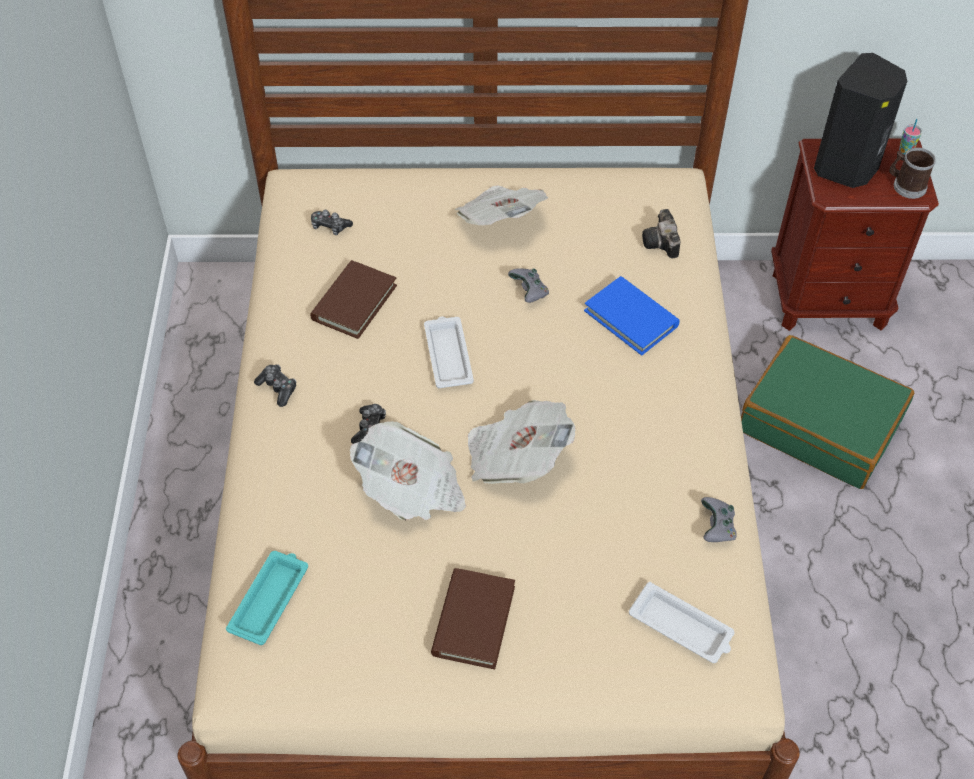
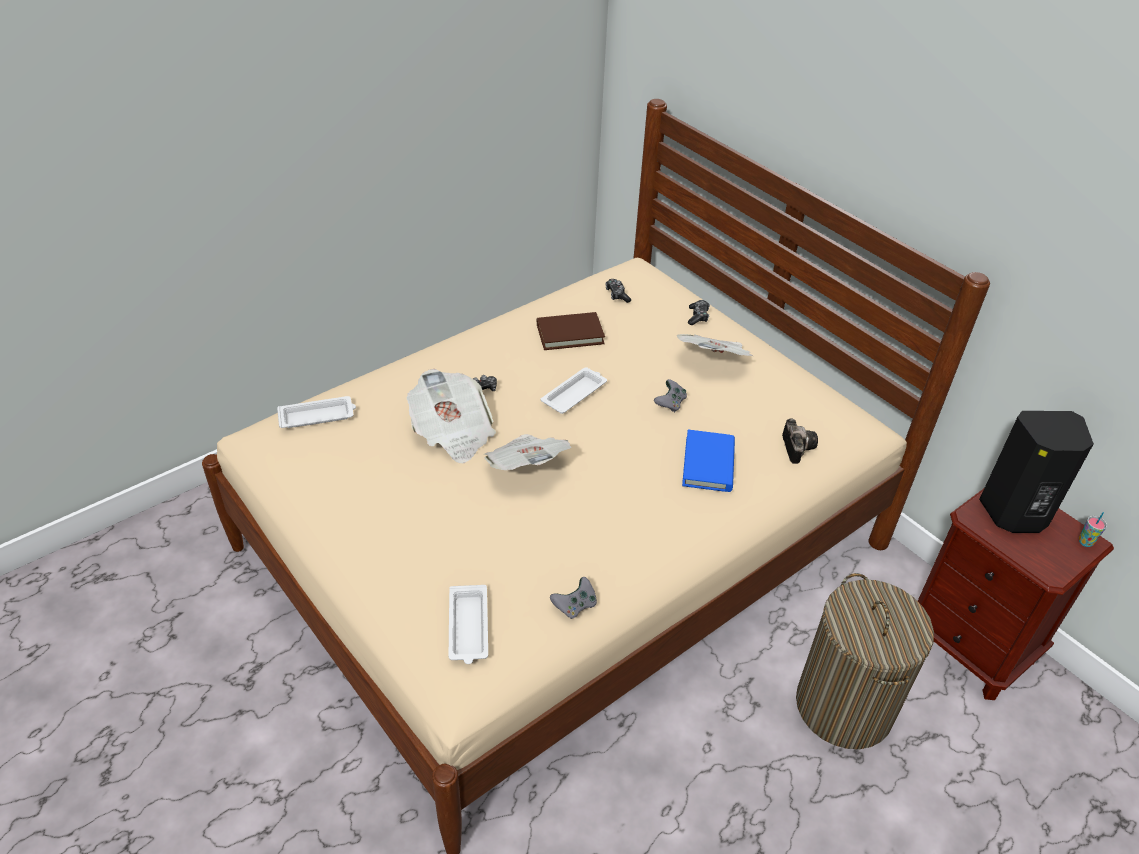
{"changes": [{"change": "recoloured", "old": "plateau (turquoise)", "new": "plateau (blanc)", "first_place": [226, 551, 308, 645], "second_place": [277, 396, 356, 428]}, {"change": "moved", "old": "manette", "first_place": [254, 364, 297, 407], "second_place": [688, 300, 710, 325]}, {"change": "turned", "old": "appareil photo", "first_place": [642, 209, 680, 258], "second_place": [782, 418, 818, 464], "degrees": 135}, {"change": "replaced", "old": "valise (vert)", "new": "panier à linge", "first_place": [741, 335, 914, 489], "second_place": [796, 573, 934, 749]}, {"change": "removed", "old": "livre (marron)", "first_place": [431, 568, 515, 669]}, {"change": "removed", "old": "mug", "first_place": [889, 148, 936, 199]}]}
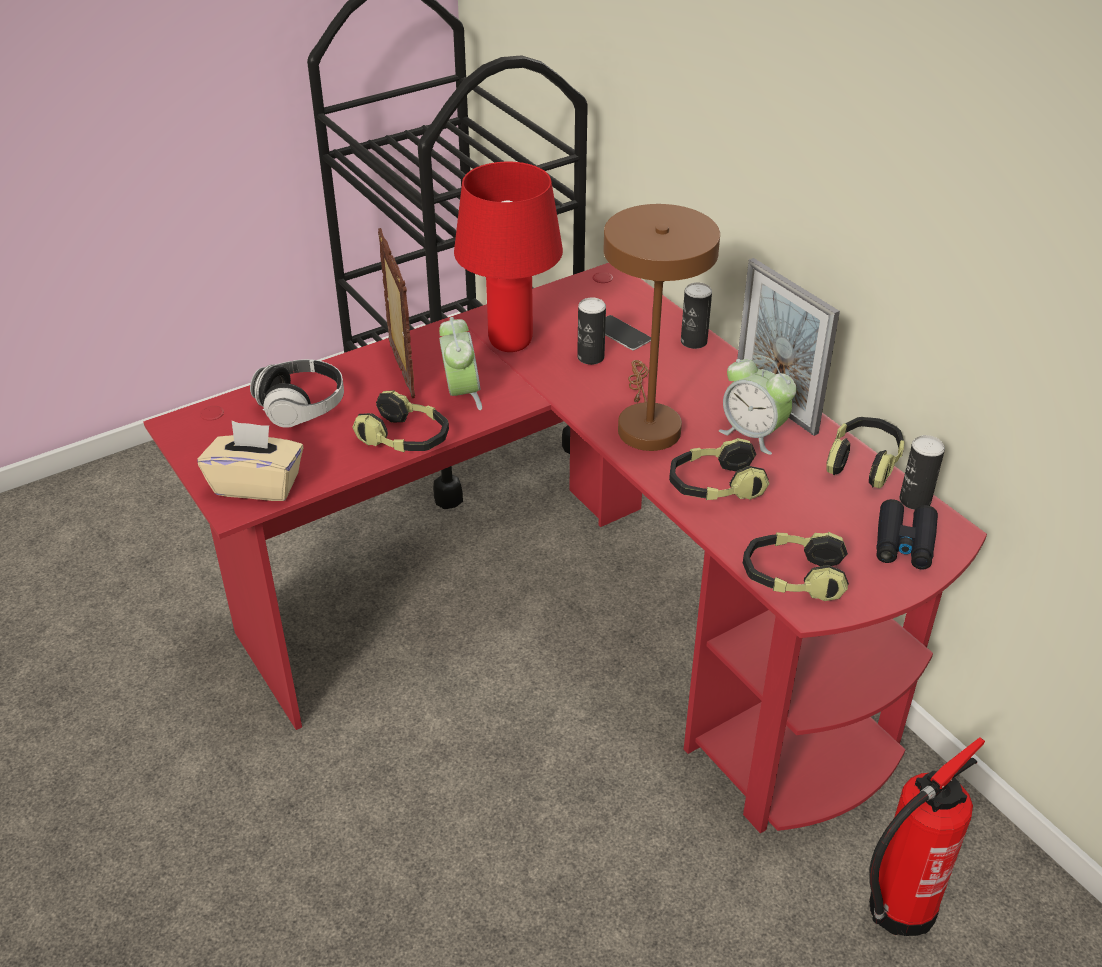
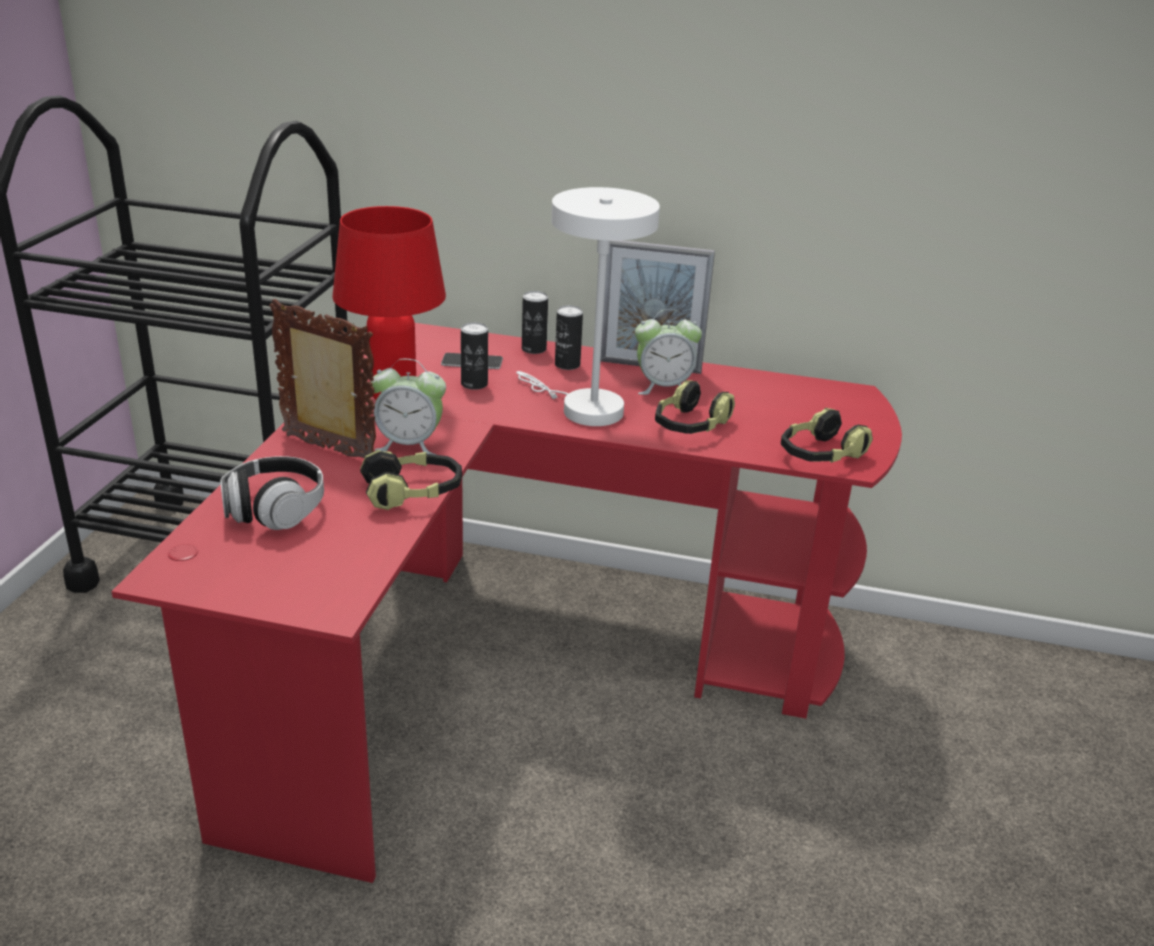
{"changes": [{"change": "turned", "old": "réveil", "first_place": [439, 317, 482, 410], "second_place": [370, 359, 446, 455], "degrees": 150}, {"change": "recoloured", "old": "lampe de table (marron)", "new": "lampe de table (blanc)", "first_place": [603, 204, 720, 451], "second_place": [516, 187, 660, 426]}, {"change": "moved", "old": "boîte métallique", "first_place": [899, 435, 945, 510], "second_place": [555, 305, 583, 370]}, {"change": "removed", "old": "boîte à mouchoirs (beige)", "first_place": [197, 421, 304, 501]}, {"change": "removed", "old": "casque audio", "first_place": [826, 417, 904, 488]}, {"change": "removed", "old": "extincteur", "first_place": [869, 737, 985, 936]}, {"change": "removed", "old": "jumelles (noir)", "first_place": [877, 499, 938, 570]}]}
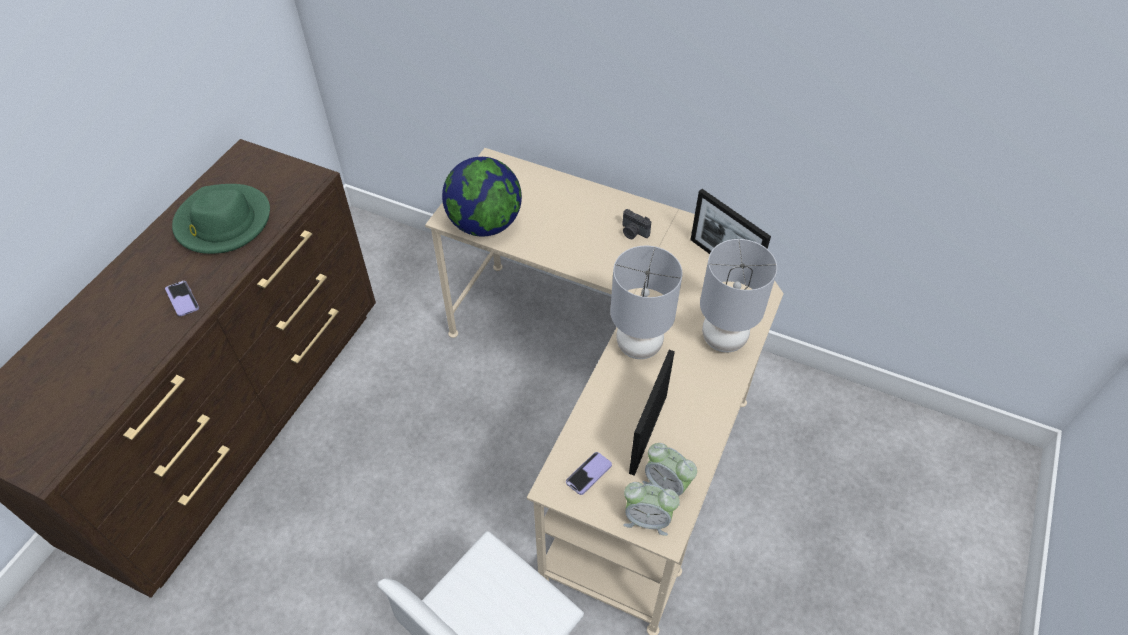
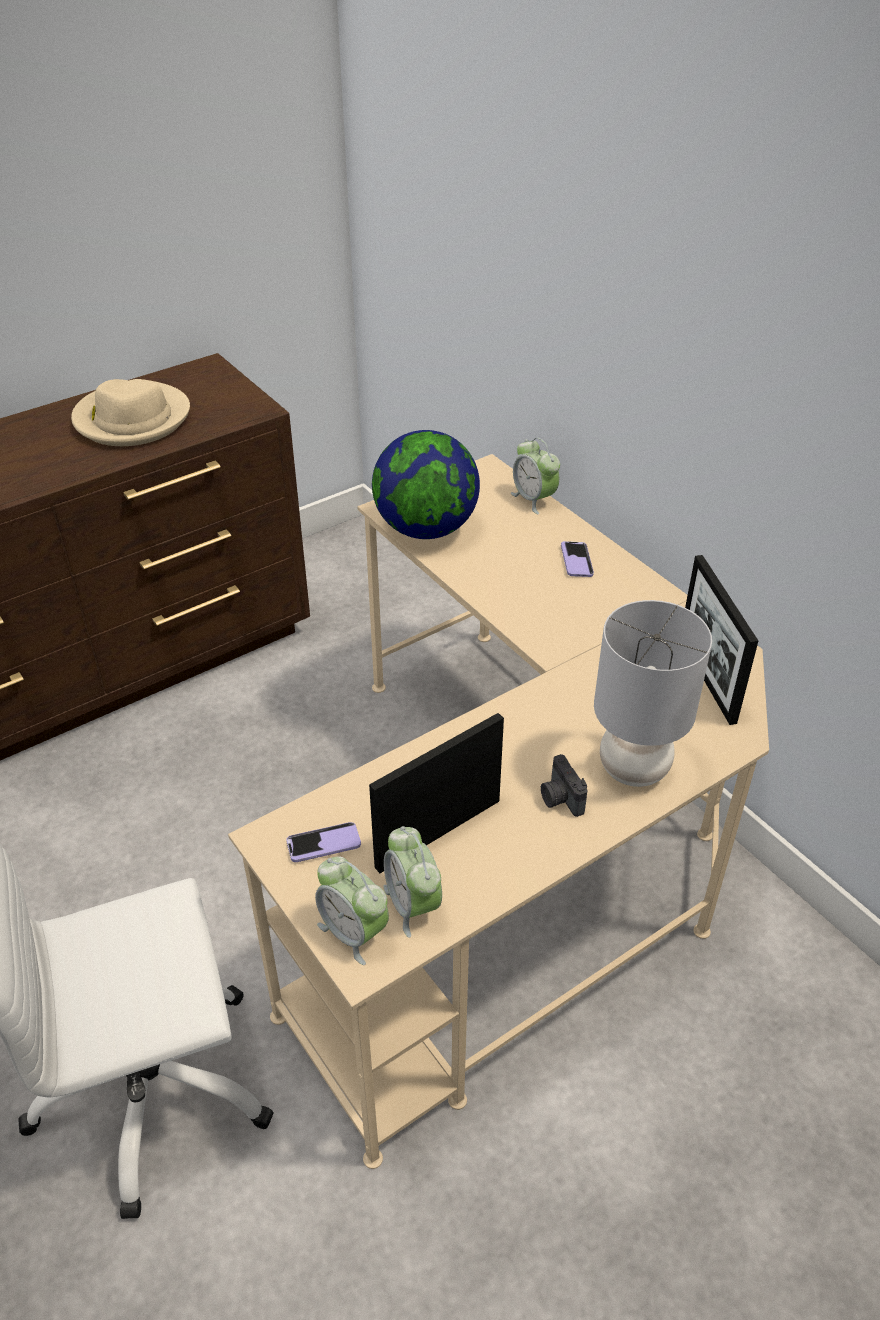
{"changes": [{"change": "recoloured", "old": "chapeau (vert)", "new": "chapeau (beige)", "first_place": [172, 184, 270, 254], "second_place": [71, 379, 190, 446]}, {"change": "added", "new": "réveil", "second_place": [511, 438, 560, 514]}, {"change": "moved", "old": "appareil photo", "first_place": [622, 209, 651, 239], "second_place": [541, 754, 588, 817]}, {"change": "moved", "old": "téléphone", "first_place": [165, 281, 199, 316], "second_place": [561, 541, 594, 577]}, {"change": "removed", "old": "lampe de table (gris)", "first_place": [611, 246, 682, 359]}]}
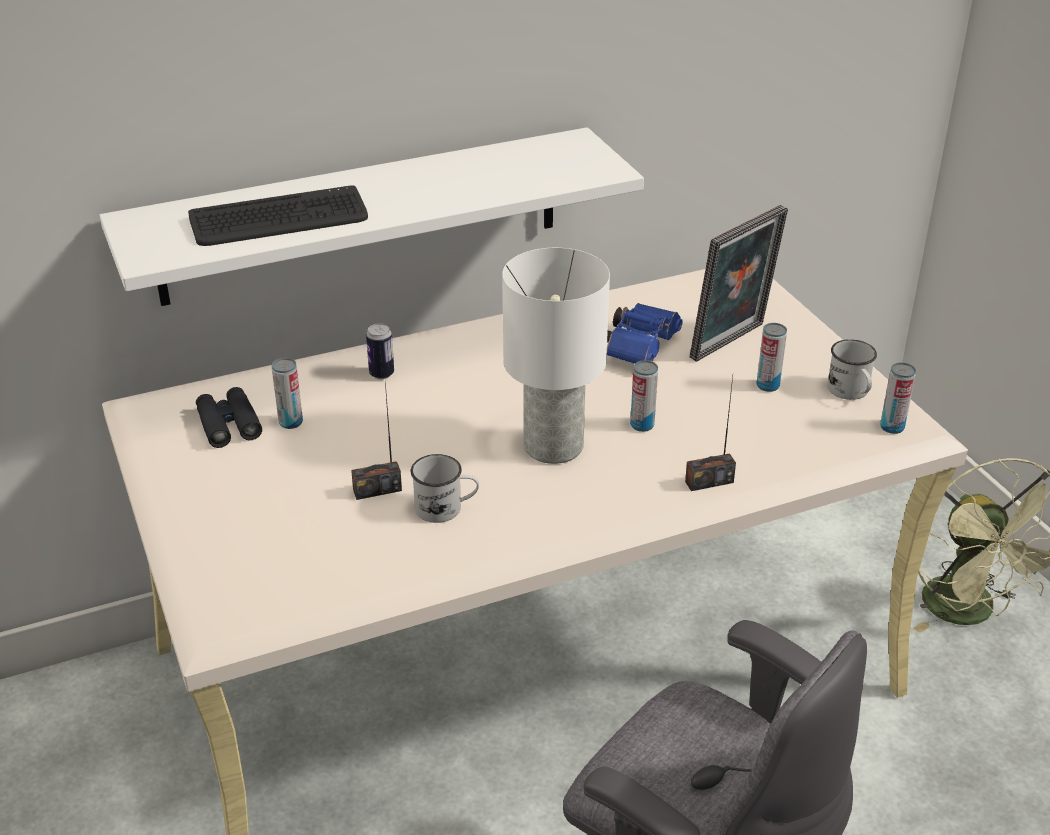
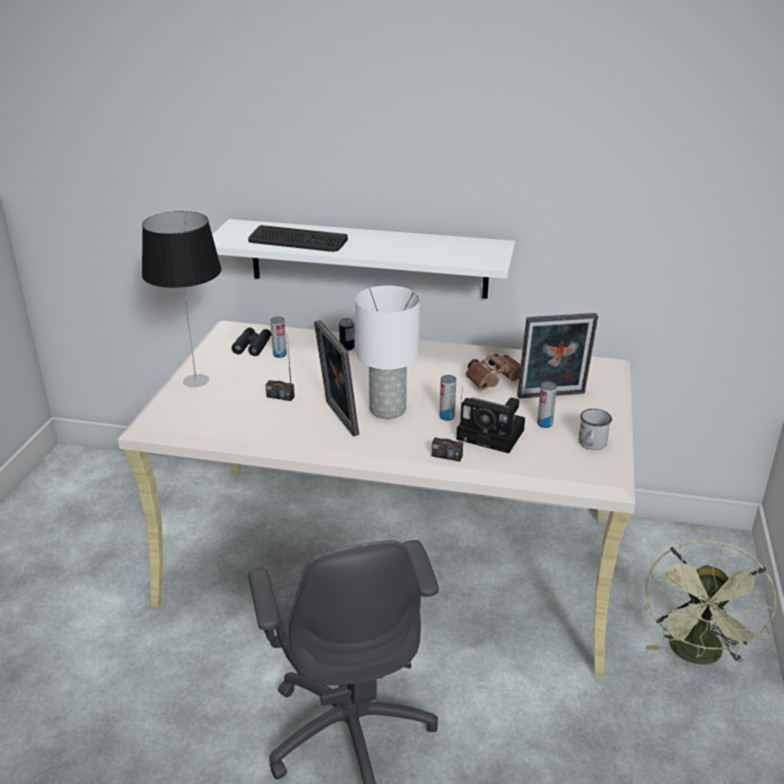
{"changes": [{"change": "added", "new": "lampe de table", "second_place": [142, 211, 222, 387]}, {"change": "added", "new": "cadre photo", "second_place": [314, 320, 359, 437]}, {"change": "added", "new": "appareil photo", "second_place": [456, 397, 525, 453]}, {"change": "recoloured", "old": "jumelles (bleu)", "new": "jumelles (marron)", "first_place": [607, 303, 683, 364], "second_place": [466, 352, 521, 390]}, {"change": "removed", "old": "mug (blanc)", "first_place": [411, 454, 479, 523]}, {"change": "removed", "old": "boîte métallique", "first_place": [880, 362, 916, 434]}]}
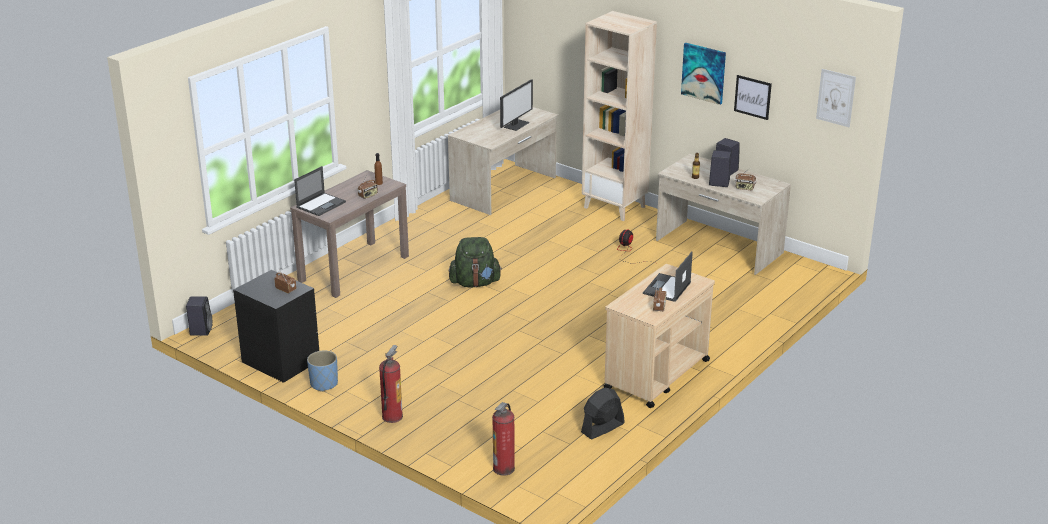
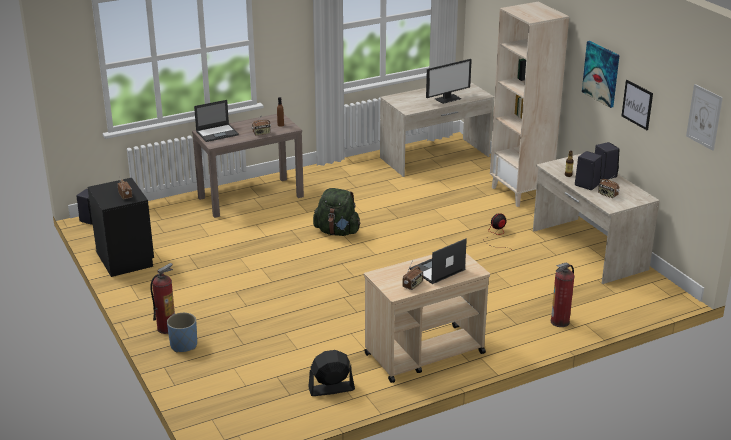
{"changes": [{"change": "moved", "old": "cache-pot (bleu)", "first_place": [307, 350, 338, 392], "second_place": [167, 313, 197, 352]}, {"change": "moved", "old": "extincteur", "first_place": [492, 402, 515, 476], "second_place": [551, 262, 575, 327]}]}
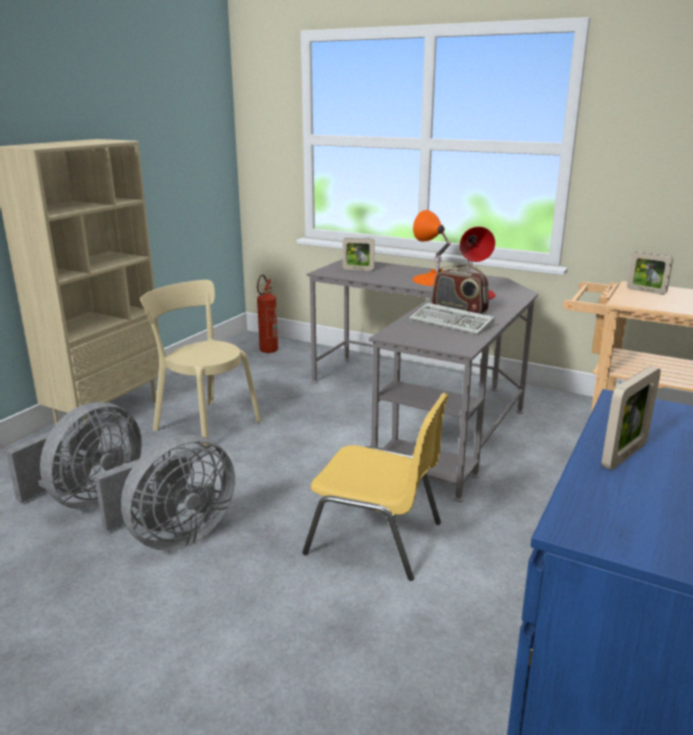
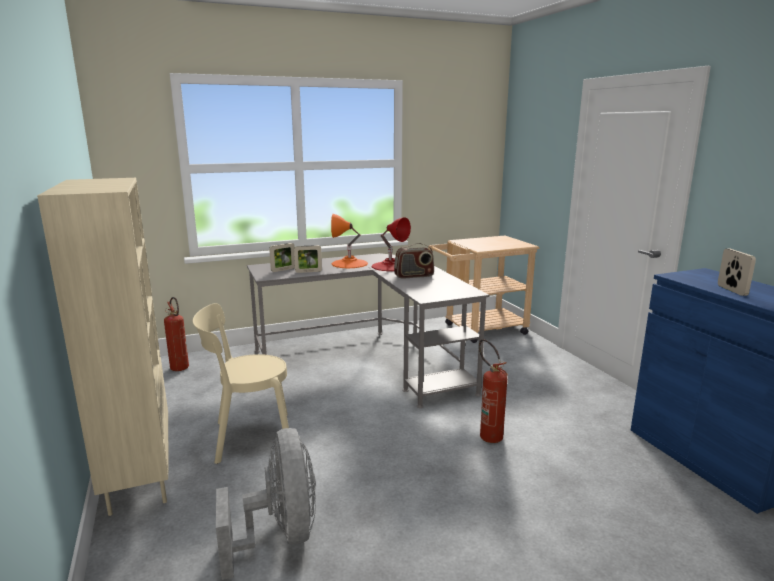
{"changes": [{"change": "moved", "old": "cadre photo", "first_place": [627, 252, 673, 295], "second_place": [294, 245, 322, 273]}, {"change": "replaced", "old": "chaise (jaune)", "new": "extincteur", "first_place": [302, 393, 449, 581], "second_place": [479, 339, 508, 443]}, {"change": "removed", "old": "ventilateur (gris)", "first_place": [94, 434, 235, 551]}, {"change": "removed", "old": "clavier", "first_place": [409, 303, 495, 335]}]}
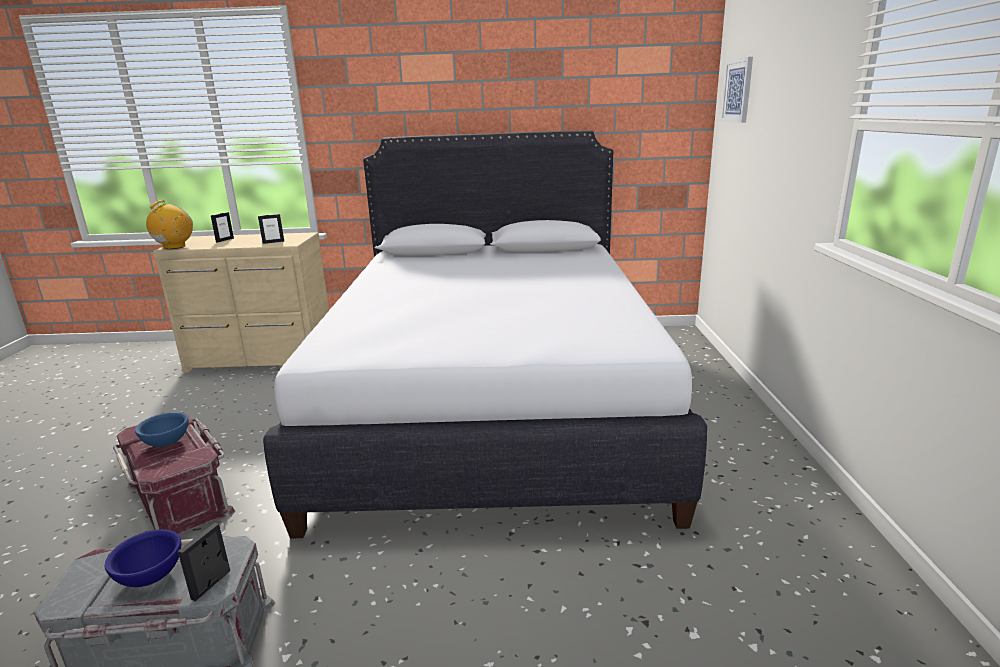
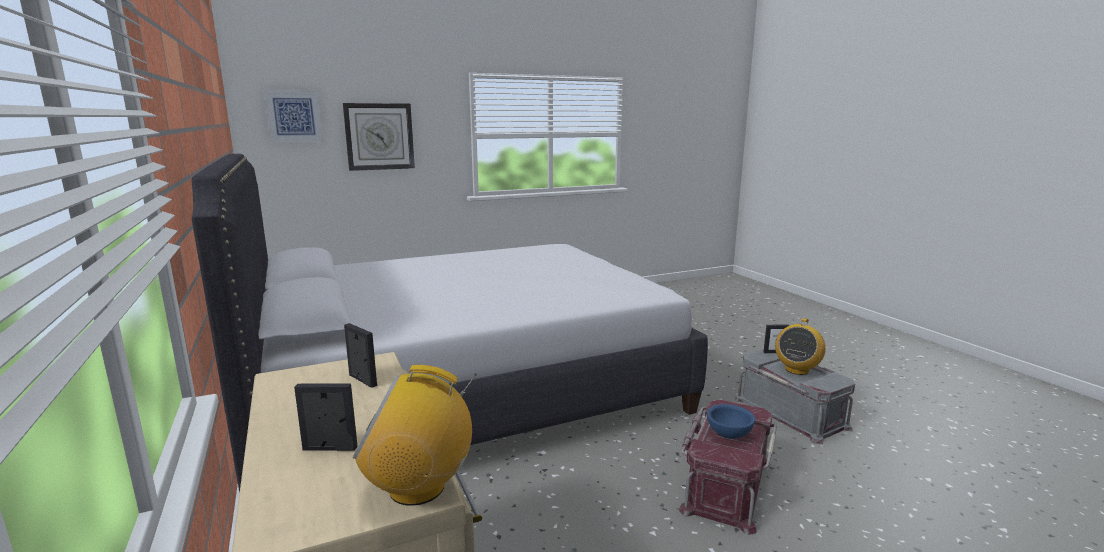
{"changes": [{"change": "added", "new": "horloge murale", "second_place": [343, 103, 415, 171]}, {"change": "replaced", "old": "bol (bleu)", "new": "radio", "first_place": [105, 529, 181, 587], "second_place": [775, 318, 826, 375]}]}
